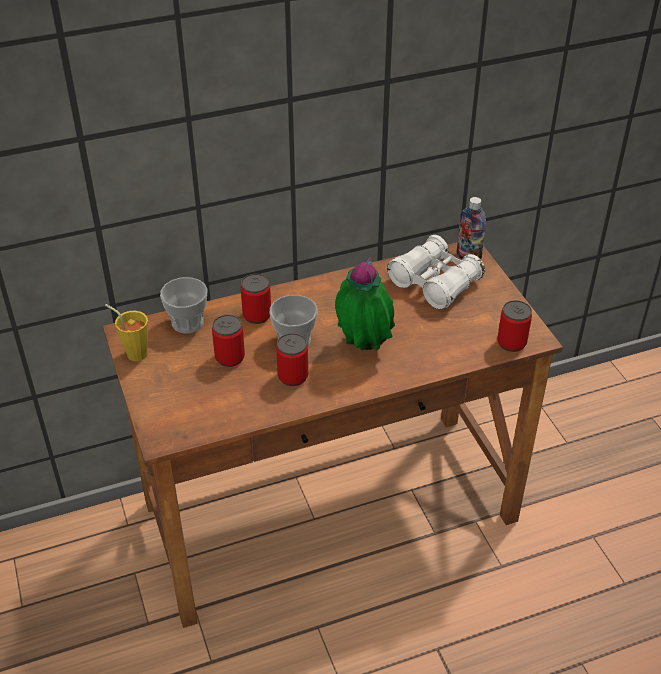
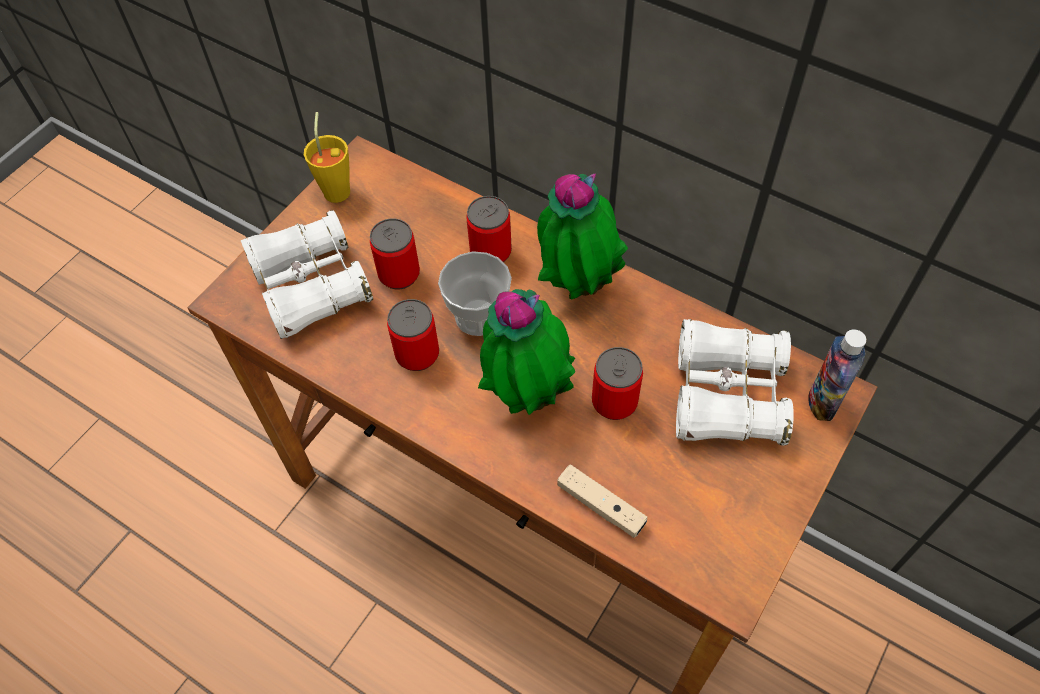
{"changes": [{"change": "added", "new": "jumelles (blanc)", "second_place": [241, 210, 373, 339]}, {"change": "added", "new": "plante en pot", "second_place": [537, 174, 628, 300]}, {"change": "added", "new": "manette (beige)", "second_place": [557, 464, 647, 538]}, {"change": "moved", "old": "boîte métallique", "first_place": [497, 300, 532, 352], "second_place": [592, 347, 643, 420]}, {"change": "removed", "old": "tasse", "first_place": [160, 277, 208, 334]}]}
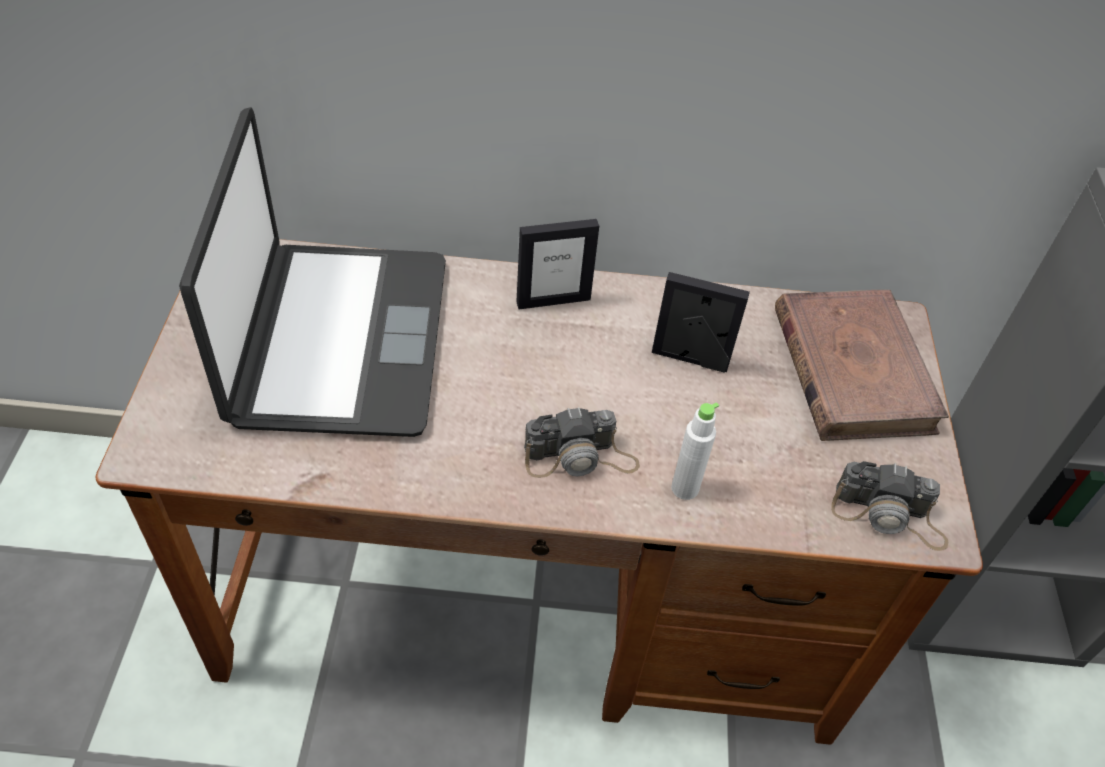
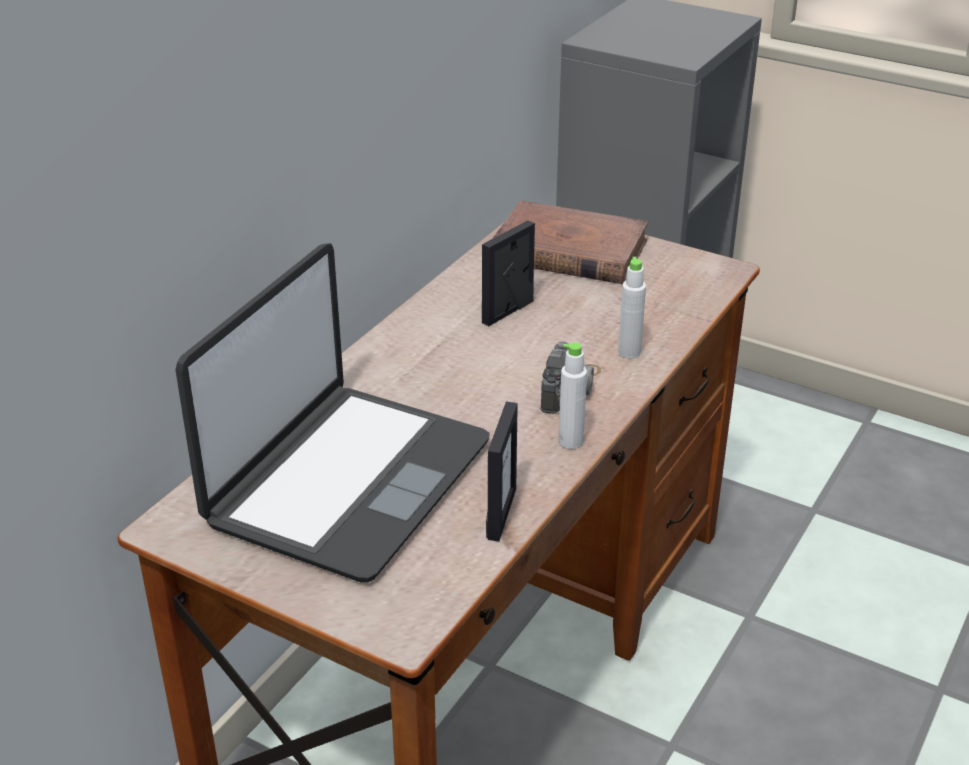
{"changes": [{"change": "turned", "old": "ordinateur portable", "first_place": [179, 107, 446, 437], "second_place": [176, 243, 490, 582], "degrees": 90}, {"change": "moved", "old": "cadre photo", "first_place": [517, 219, 599, 309], "second_place": [486, 402, 518, 542]}, {"change": "added", "new": "bouteille (blanc)", "second_place": [558, 343, 587, 449]}, {"change": "removed", "old": "appareil photo", "first_place": [831, 461, 948, 551]}]}
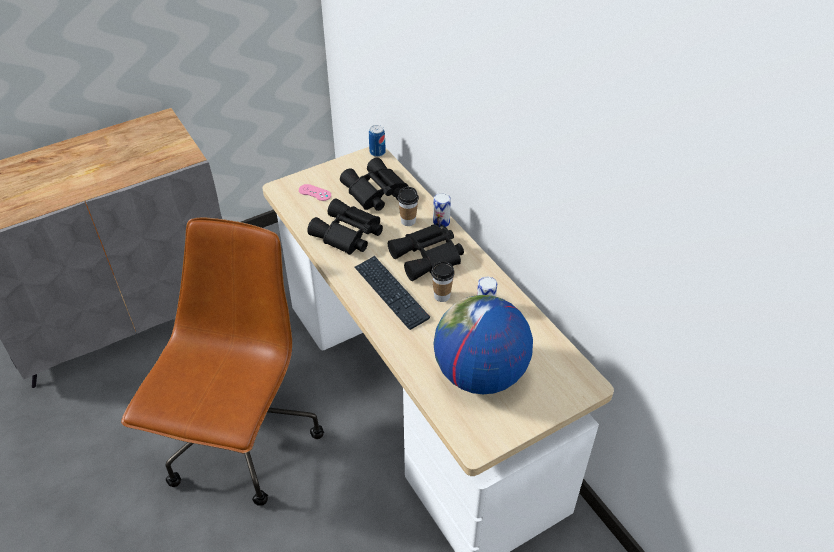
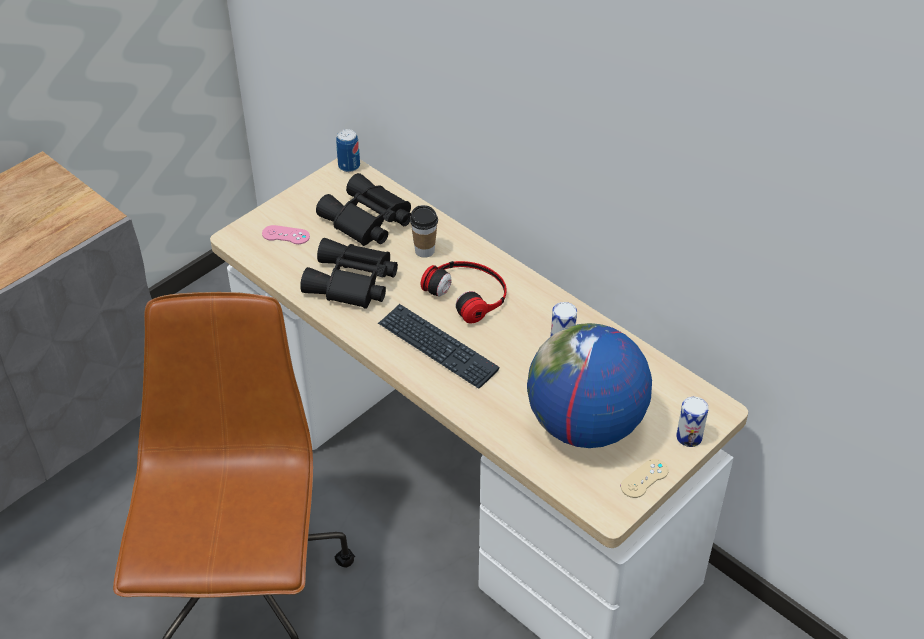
{"changes": [{"change": "replaced", "old": "jumelles (noir)", "new": "casque audio", "first_place": [388, 224, 464, 281], "second_place": [420, 261, 507, 323]}, {"change": "added", "new": "manette (beige)", "second_place": [621, 459, 669, 498]}, {"change": "moved", "old": "boîte métallique", "first_place": [433, 193, 451, 228], "second_place": [676, 397, 709, 447]}, {"change": "removed", "old": "tasse", "first_place": [431, 261, 455, 302]}]}
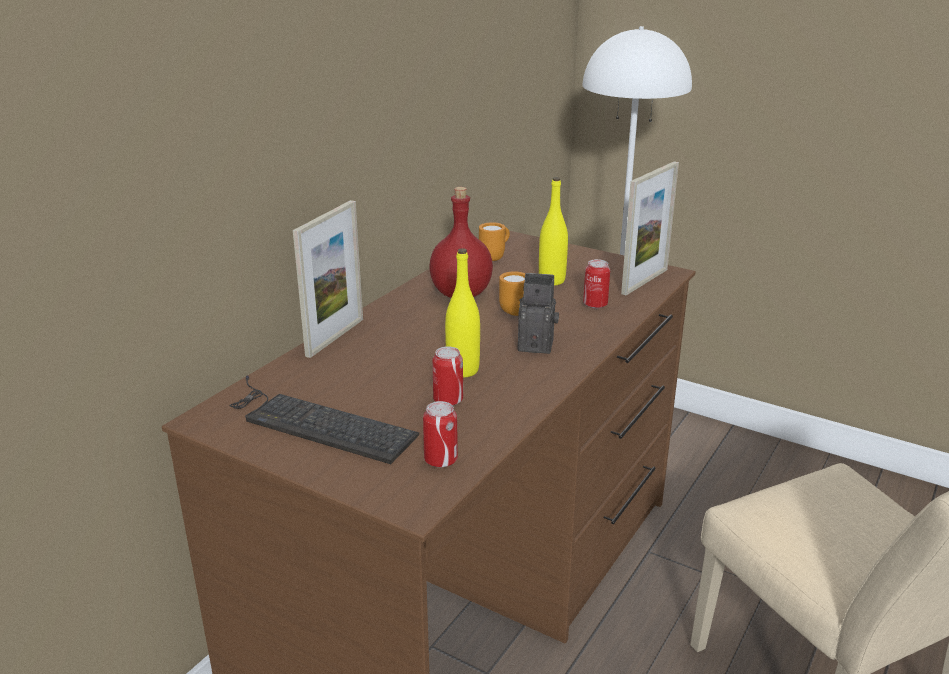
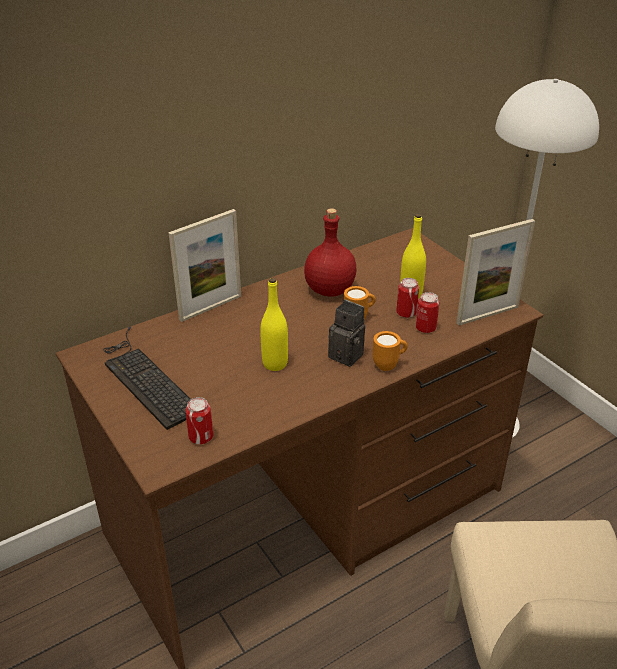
{"changes": [{"change": "moved", "old": "mug (orange)", "first_place": [479, 222, 510, 261], "second_place": [373, 331, 408, 371]}, {"change": "moved", "old": "boîte métallique", "first_place": [433, 346, 463, 405], "second_place": [396, 278, 419, 318]}]}
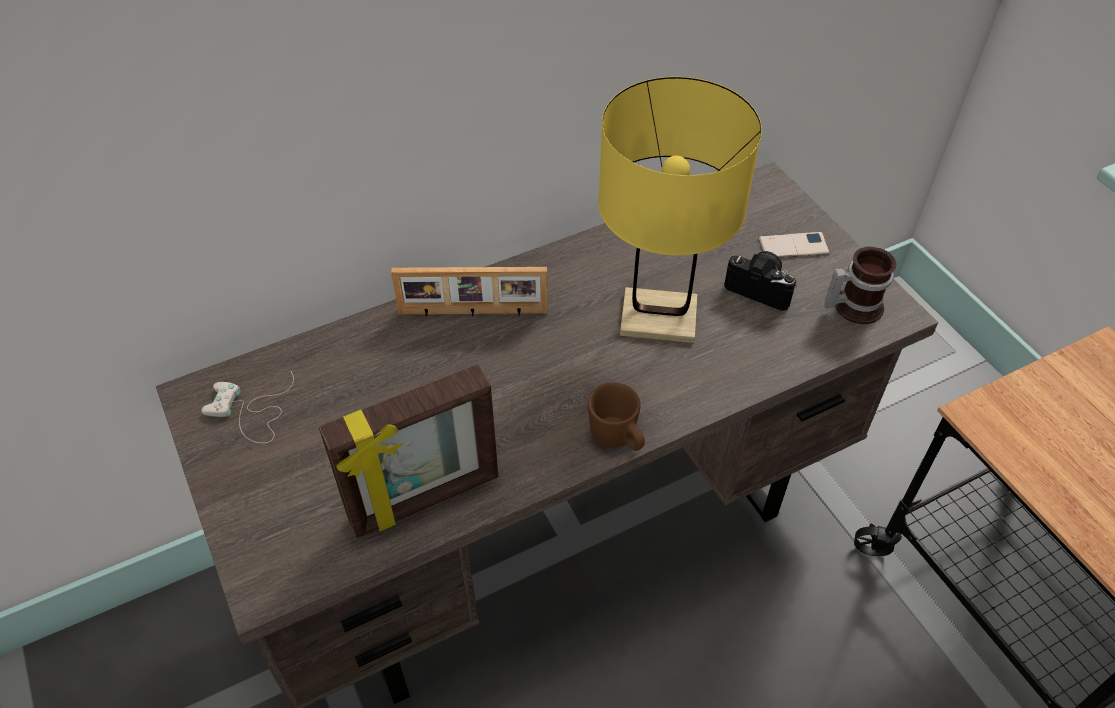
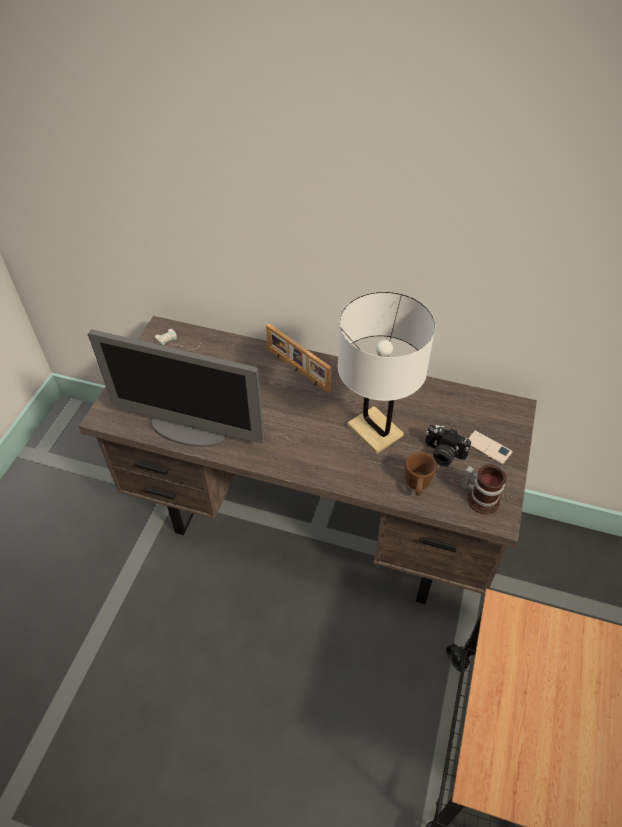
{"changes": [{"change": "replaced", "old": "cadre photo", "new": "écran d'ordinateur", "first_place": [319, 364, 498, 538], "second_place": [88, 329, 264, 447]}, {"change": "recoloured", "old": "lampe de table (jaune)", "new": "lampe de table (blanc)", "first_place": [598, 77, 762, 343], "second_place": [338, 292, 435, 454]}, {"change": "moved", "old": "mug (marron)", "first_place": [588, 383, 645, 451], "second_place": [405, 452, 437, 496]}, {"change": "turned", "old": "appareil photo", "first_place": [724, 251, 797, 311], "second_place": [425, 425, 471, 467], "degrees": 135}]}
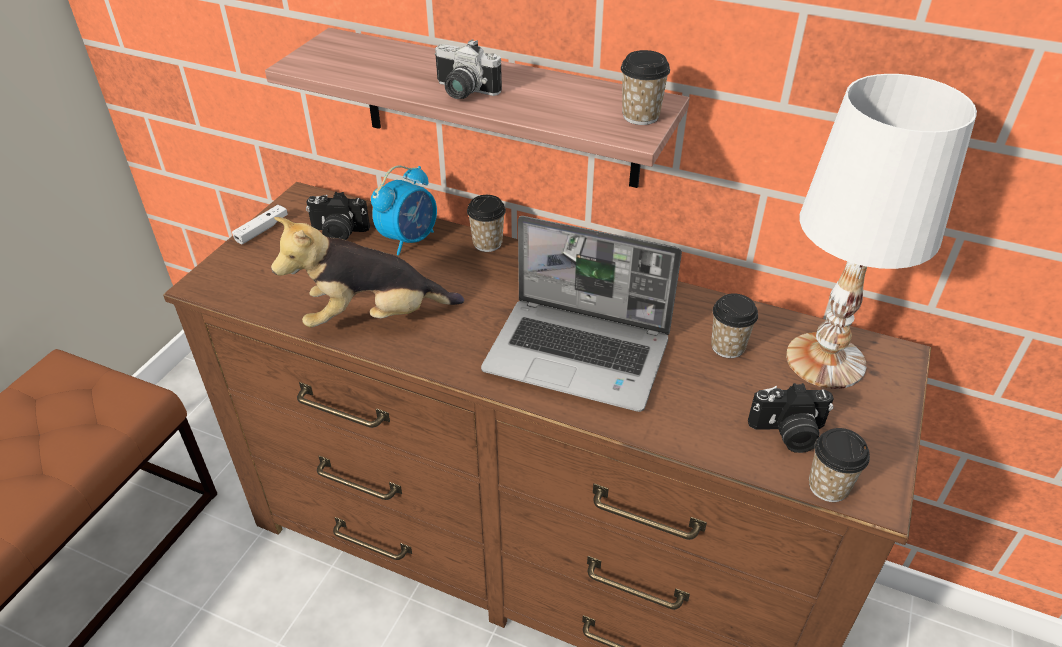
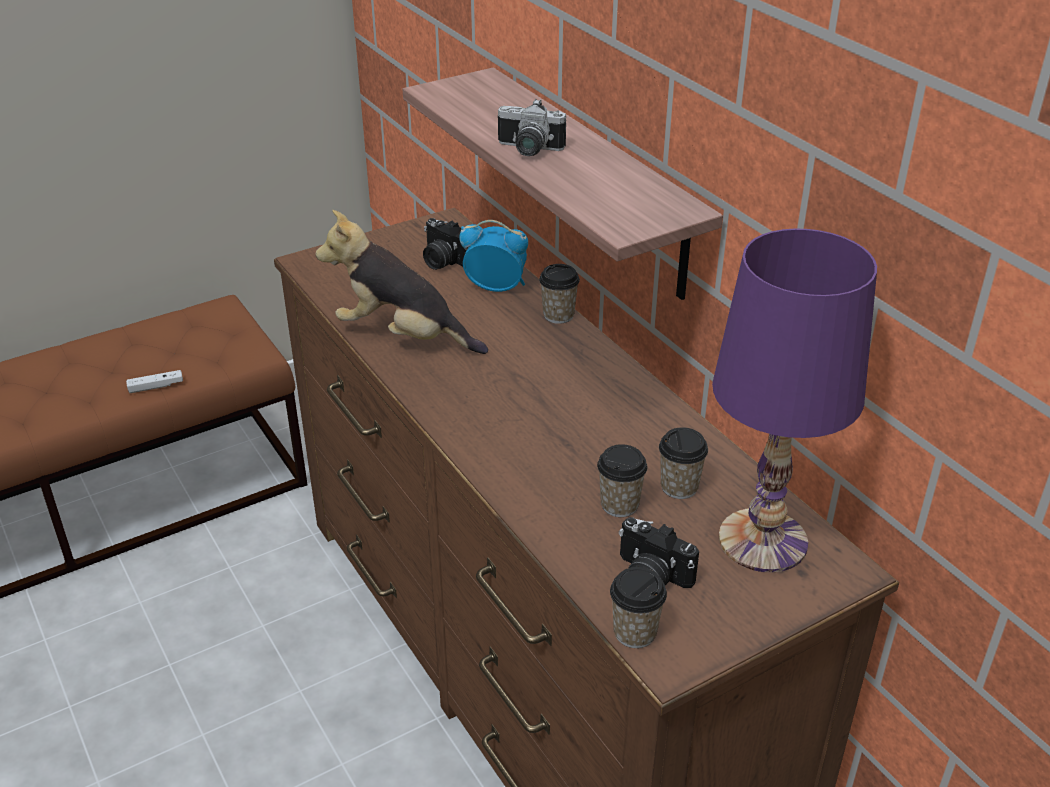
{"changes": [{"change": "moved", "old": "manette (blanc)", "first_place": [232, 205, 288, 244], "second_place": [126, 370, 183, 393]}, {"change": "turned", "old": "réveil", "first_place": [371, 166, 437, 255], "second_place": [459, 220, 528, 292], "degrees": -150}, {"change": "turned", "old": "appareil photo", "first_place": [435, 39, 502, 99], "second_place": [498, 99, 566, 156], "degrees": -45}, {"change": "moved", "old": "tasse", "first_place": [621, 50, 670, 125], "second_place": [597, 444, 647, 517]}, {"change": "recoloured", "old": "lampe de table (blanc)", "new": "lampe de table (violet)", "first_place": [786, 74, 977, 389], "second_place": [712, 229, 877, 572]}, {"change": "removed", "old": "ordinateur portable", "first_place": [481, 216, 682, 412]}]}
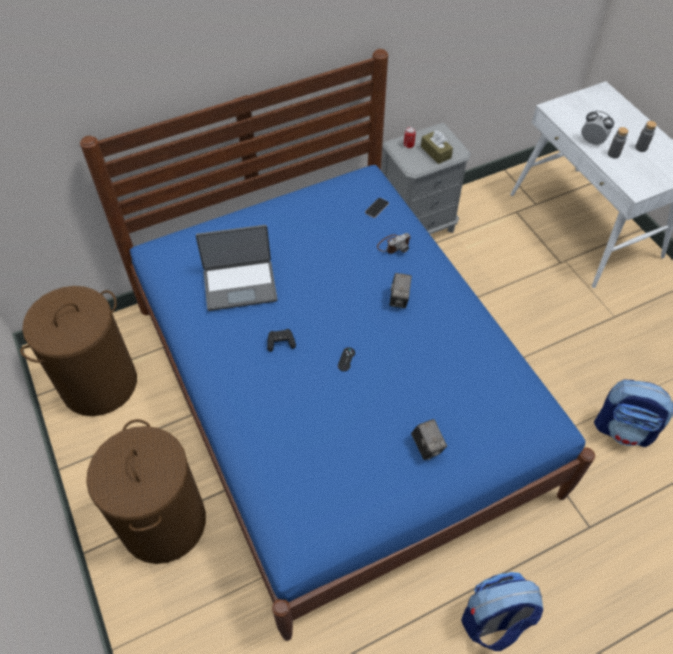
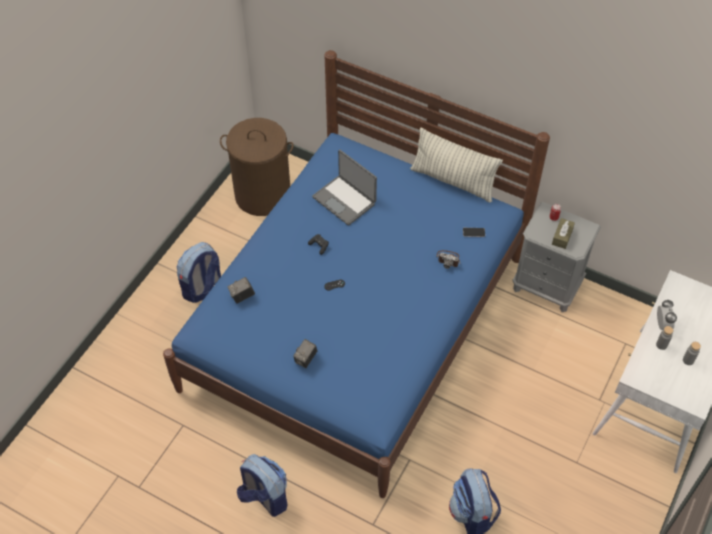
{"changes": [{"change": "replaced", "old": "panier à linge (marron)", "new": "sac à dos", "first_place": [86, 419, 206, 564], "second_place": [177, 242, 221, 303]}, {"change": "moved", "old": "appareil photo", "first_place": [389, 273, 412, 308], "second_place": [228, 277, 255, 304]}, {"change": "added", "new": "coussin", "second_place": [410, 127, 503, 203]}]}
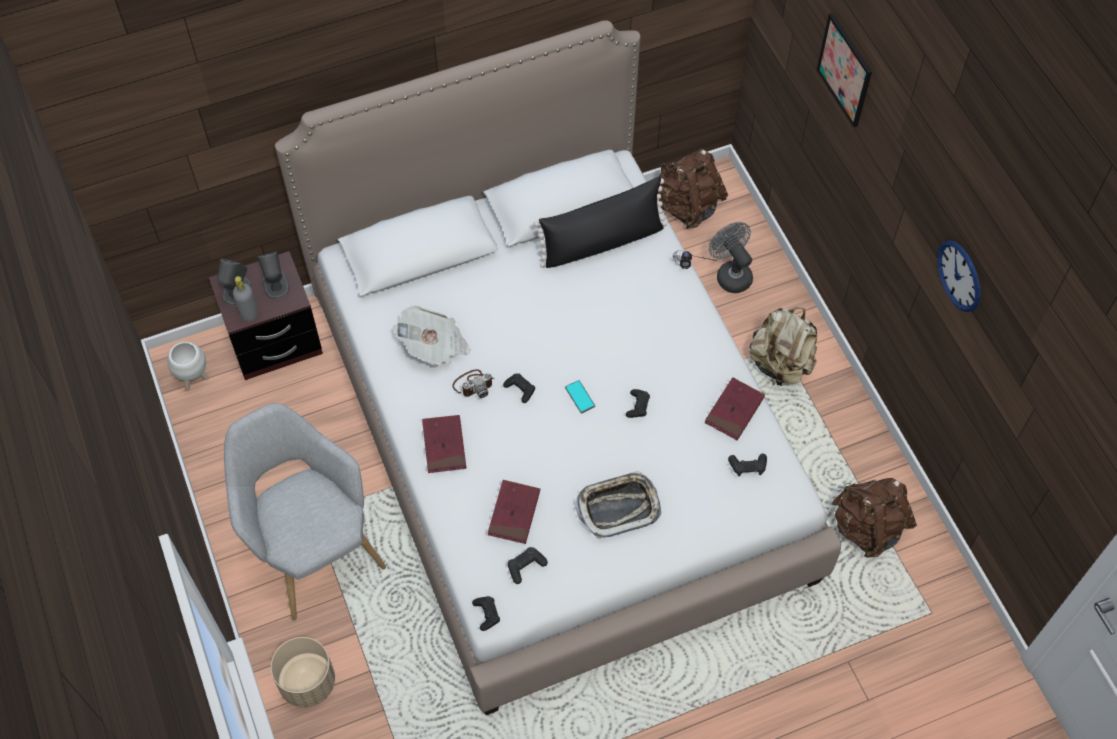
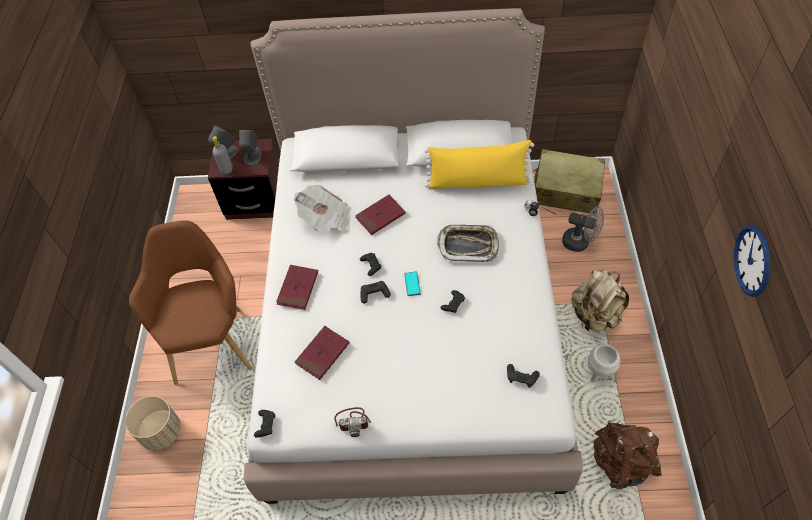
{"changes": [{"change": "recoloured", "old": "fauteuil (gris)", "new": "fauteuil (marron)", "first_place": [224, 403, 386, 620], "second_place": [129, 220, 252, 385]}, {"change": "moved", "old": "appareil photo", "first_place": [452, 369, 494, 398], "second_place": [334, 407, 371, 437]}, {"change": "moved", "old": "livre (rouge)", "first_place": [704, 377, 765, 440], "second_place": [355, 195, 406, 235]}, {"change": "moved", "old": "manette (noir)", "first_place": [508, 547, 548, 584], "second_place": [360, 281, 391, 304]}, {"change": "recoloured", "old": "coussin (noir)", "new": "coussin (jaune)", "first_place": [534, 177, 667, 268], "second_place": [424, 140, 534, 189]}, {"change": "moved", "old": "plateau", "first_place": [575, 471, 661, 539], "second_place": [437, 225, 499, 262]}, {"change": "replaced", "old": "sac à dos (marron)", "new": "valise (beige)", "first_place": [657, 149, 728, 229], "second_place": [533, 149, 605, 214]}, {"change": "turned", "old": "ventilateur (gris)", "first_place": [709, 222, 753, 293], "second_place": [562, 207, 604, 252], "degrees": 120}, {"change": "moved", "old": "cache-pot (blanc)", "first_place": [167, 341, 209, 391], "second_place": [588, 344, 620, 382]}, {"change": "removed", "old": "tableau", "first_place": [817, 13, 872, 127]}]}
